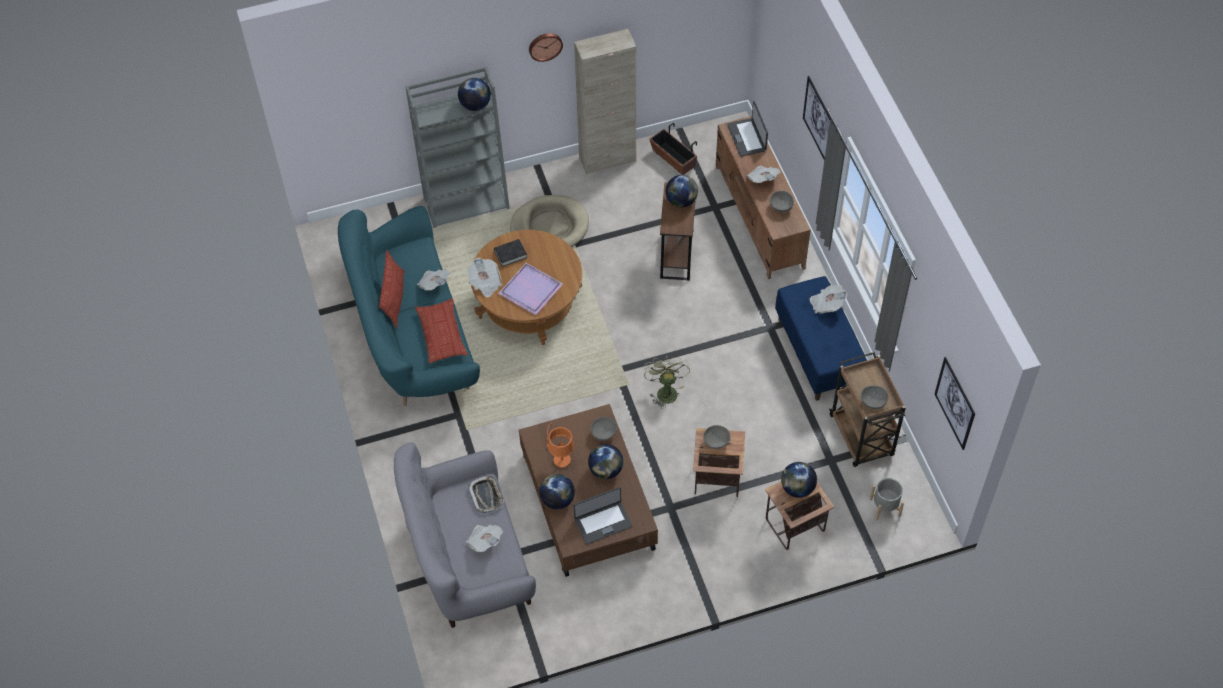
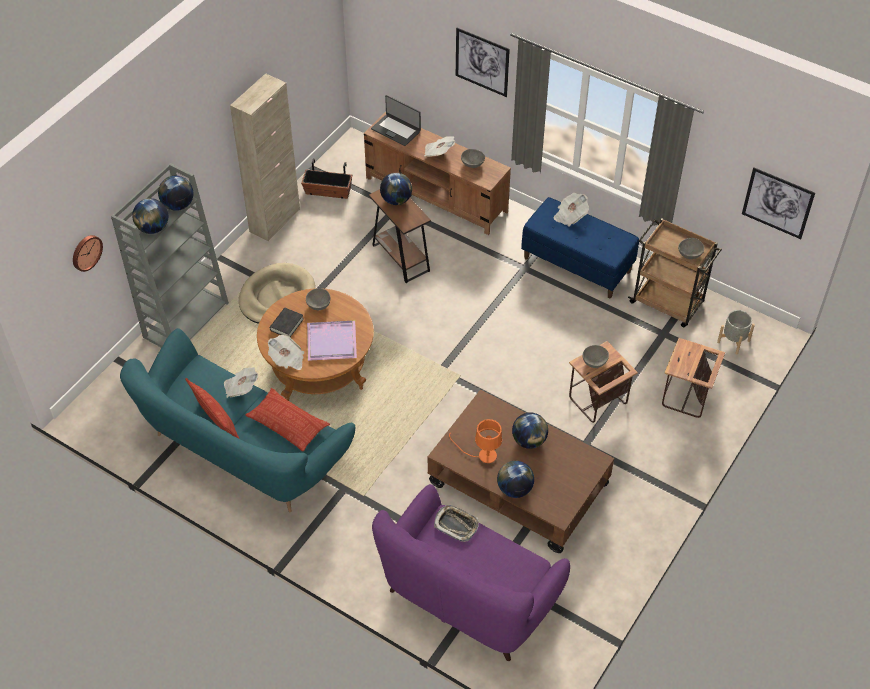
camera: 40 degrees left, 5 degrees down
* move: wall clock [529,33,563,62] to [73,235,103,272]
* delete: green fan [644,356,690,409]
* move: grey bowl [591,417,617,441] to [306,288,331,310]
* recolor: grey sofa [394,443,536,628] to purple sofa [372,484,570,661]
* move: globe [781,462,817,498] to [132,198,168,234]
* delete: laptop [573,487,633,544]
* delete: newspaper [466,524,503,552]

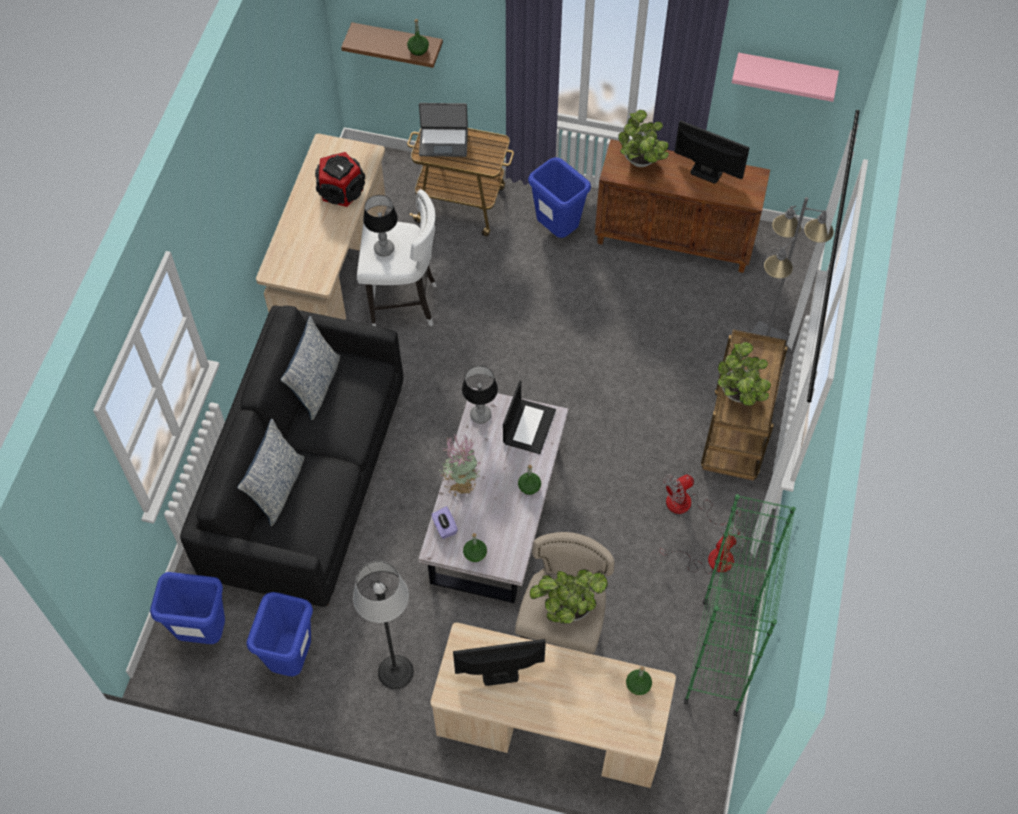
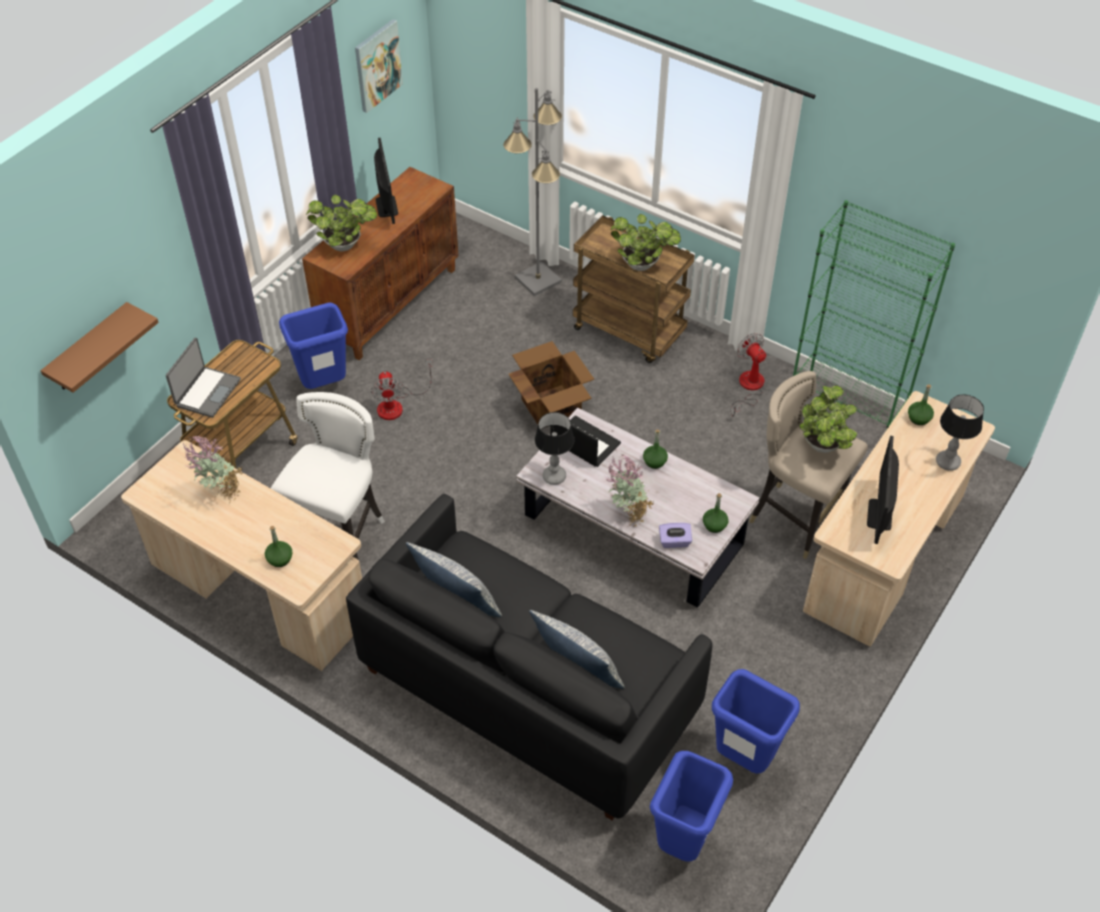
camera: 70 degrees left, 10 degrees down
* move: green bottle [407,19,429,56] to [265,526,293,567]
* replace: pink shelf [732,53,839,102] to picture [355,19,403,113]
* rotate: monitor [675,120,749,183] = [374,138,398,224] 120 degrees clockwise
* replace: speaker [315,152,365,207] to potted plant [183,436,244,502]
* move: table lamp [363,195,398,257] to [936,394,984,471]
* move: fan [663,474,741,525] to [371,359,433,420]
* delete: floor lamp [353,561,414,689]
* insert: cardboard box [508,341,594,427]

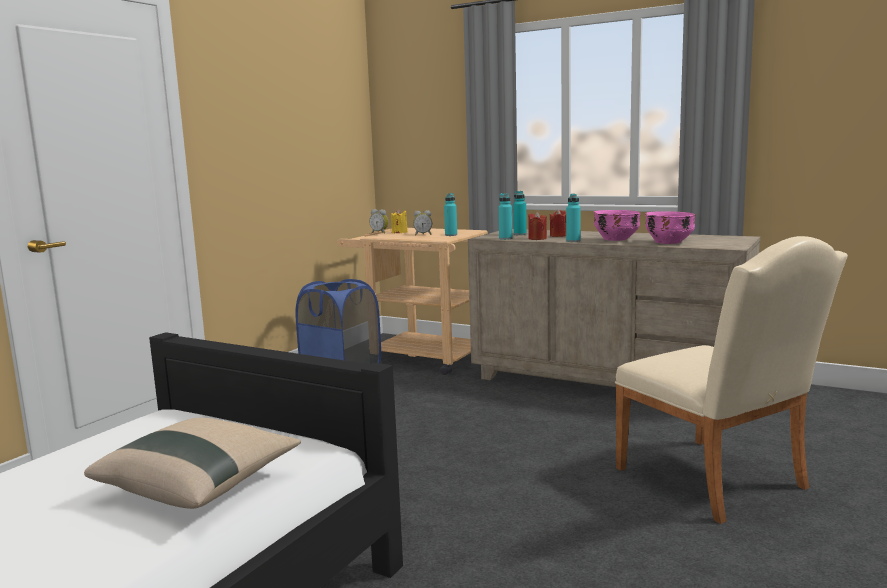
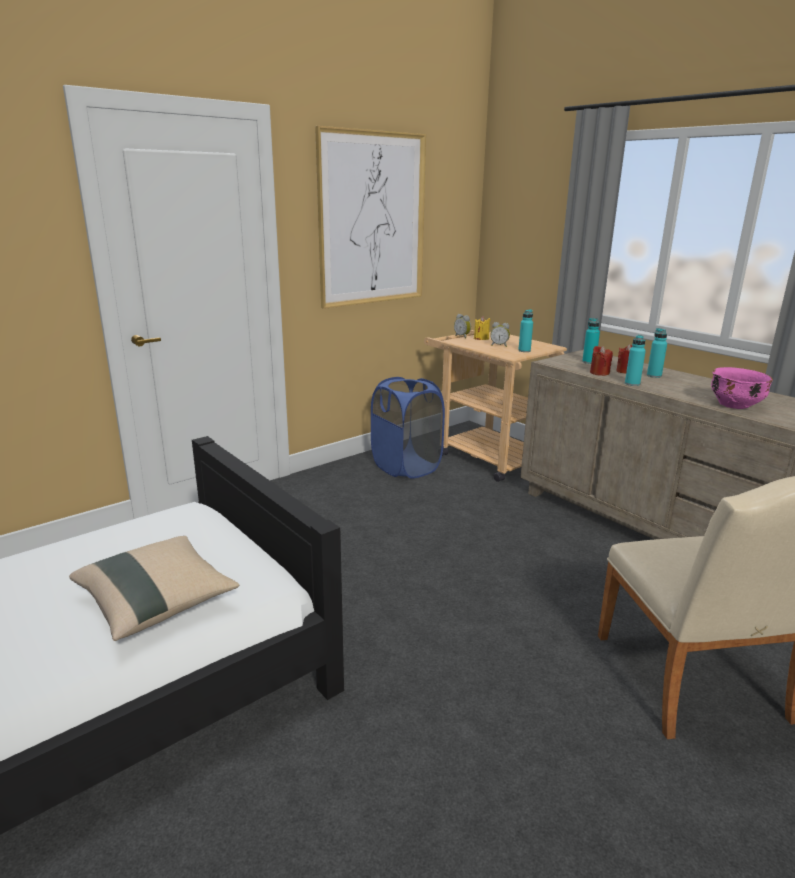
camera: 20 degrees right, 10 degrees up
* move: turquoise bottle [499,193,513,240] to [647,328,667,378]
* delete: pink bowl [593,210,641,241]
* insert: picture [315,126,426,309]

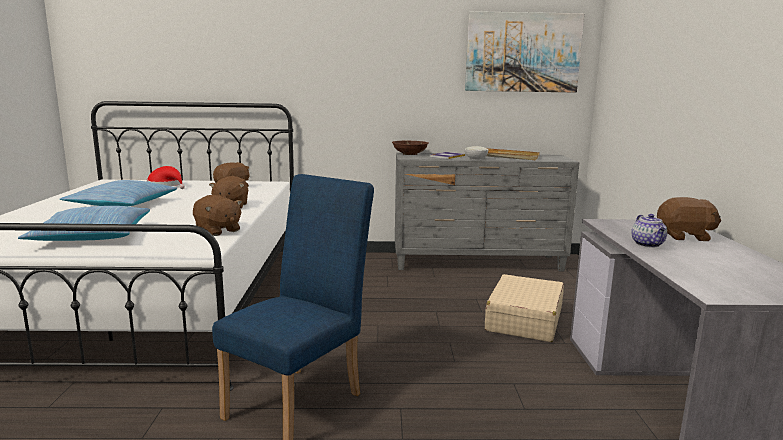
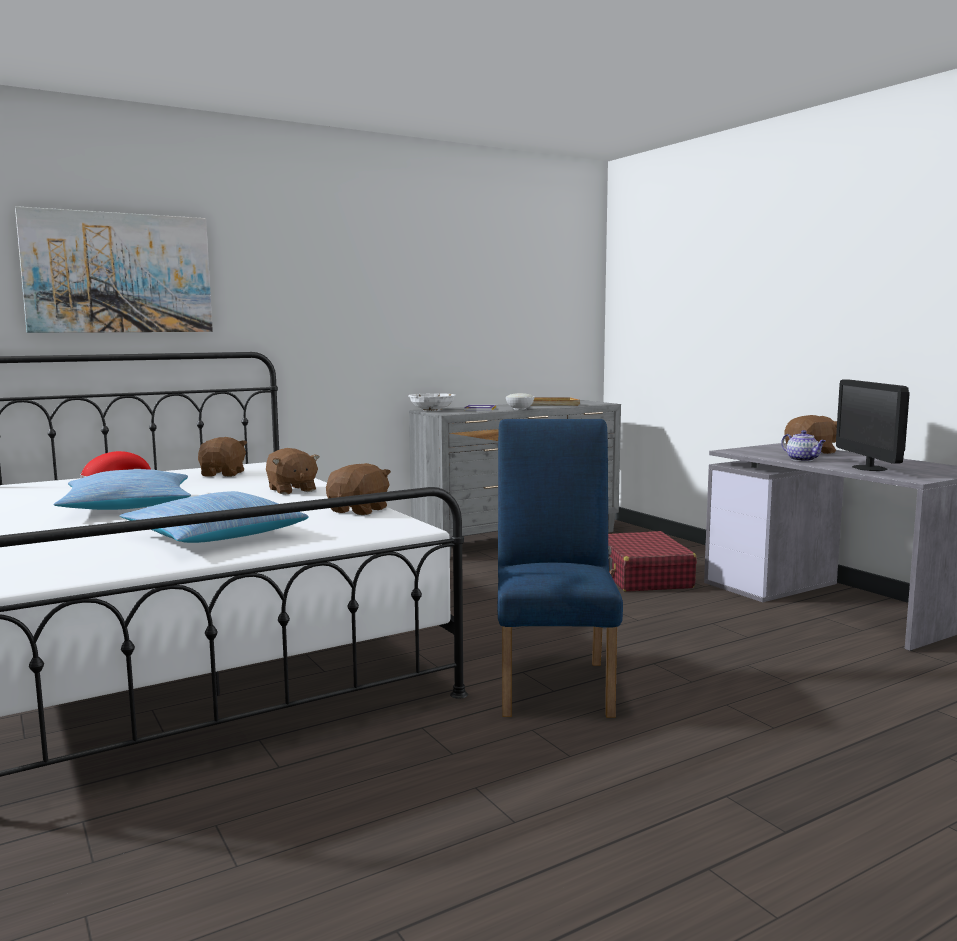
camera: 30 degrees left, 5 degrees down
* move: picture [465,11,584,92] to [15,206,213,333]
* recolor: brown bowl [392,140,429,155] to white bowl [408,393,456,411]
* rotate: brown plush toy [193,195,242,236] = [326,463,391,515] 75 degrees counterclockwise
* recolor: beige suitcase [485,274,564,342] to red suitcase [608,531,697,592]
* insert: monitor [836,380,910,471]

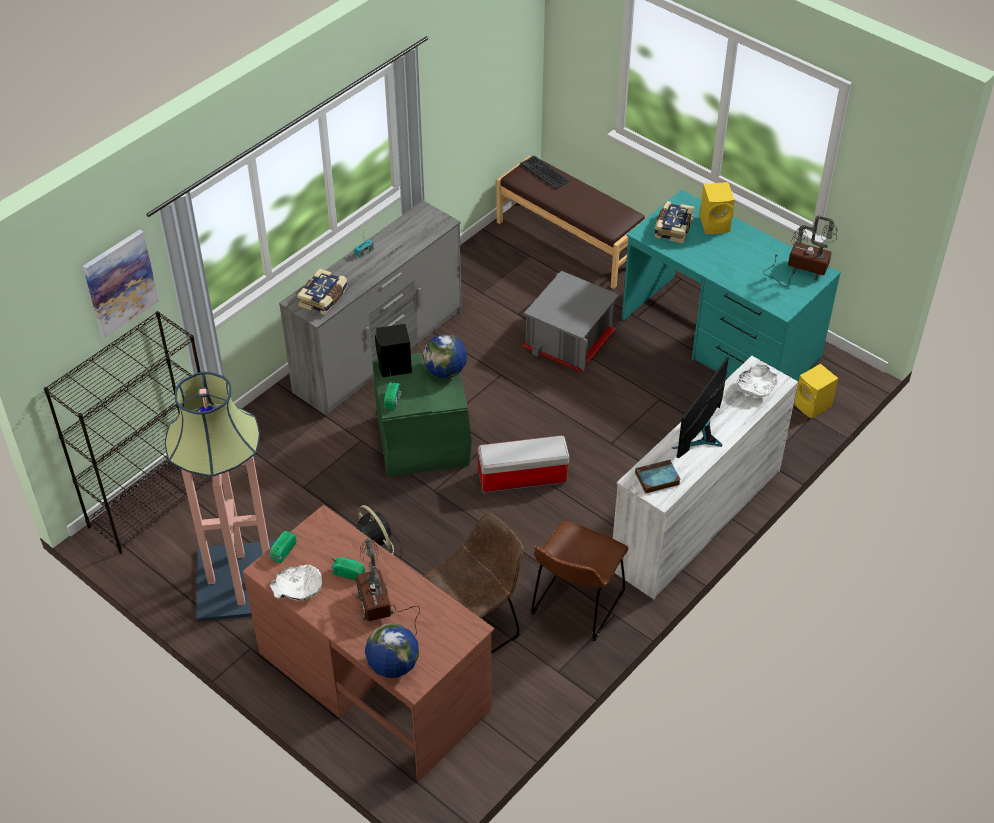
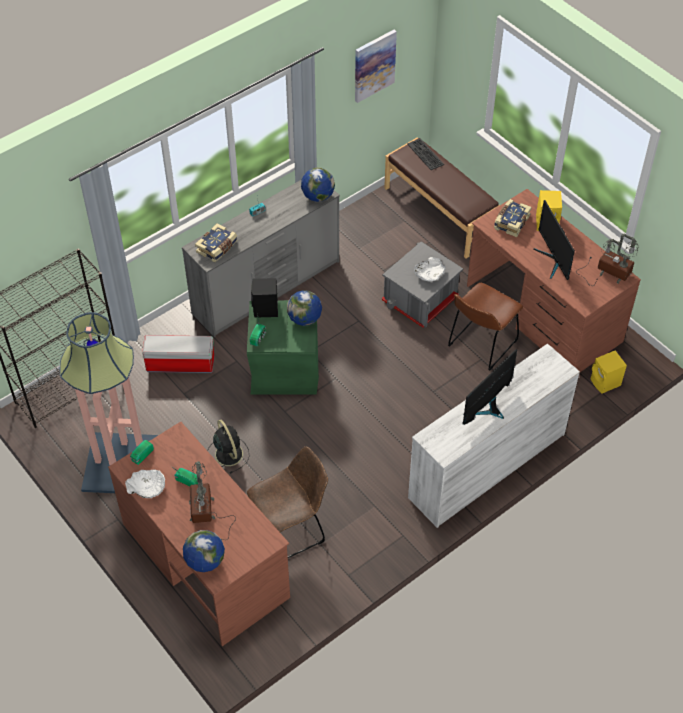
camera: 10 degrees right, 5 degrees up
* recolor: turquoise desk [622,190,841,381] to brown desk [467,189,641,372]
* move: picture [83,229,159,338] to [355,30,397,103]
* move: white bowl [737,364,778,397] to [414,257,445,281]
* move: storage box [478,435,569,493] to [142,335,214,373]
* delete: book [635,460,681,494]
* move: brown chair [531,521,629,641] to [448,283,523,370]
* insert: globe [301,168,335,202]
* insert: monitor [534,200,575,280]

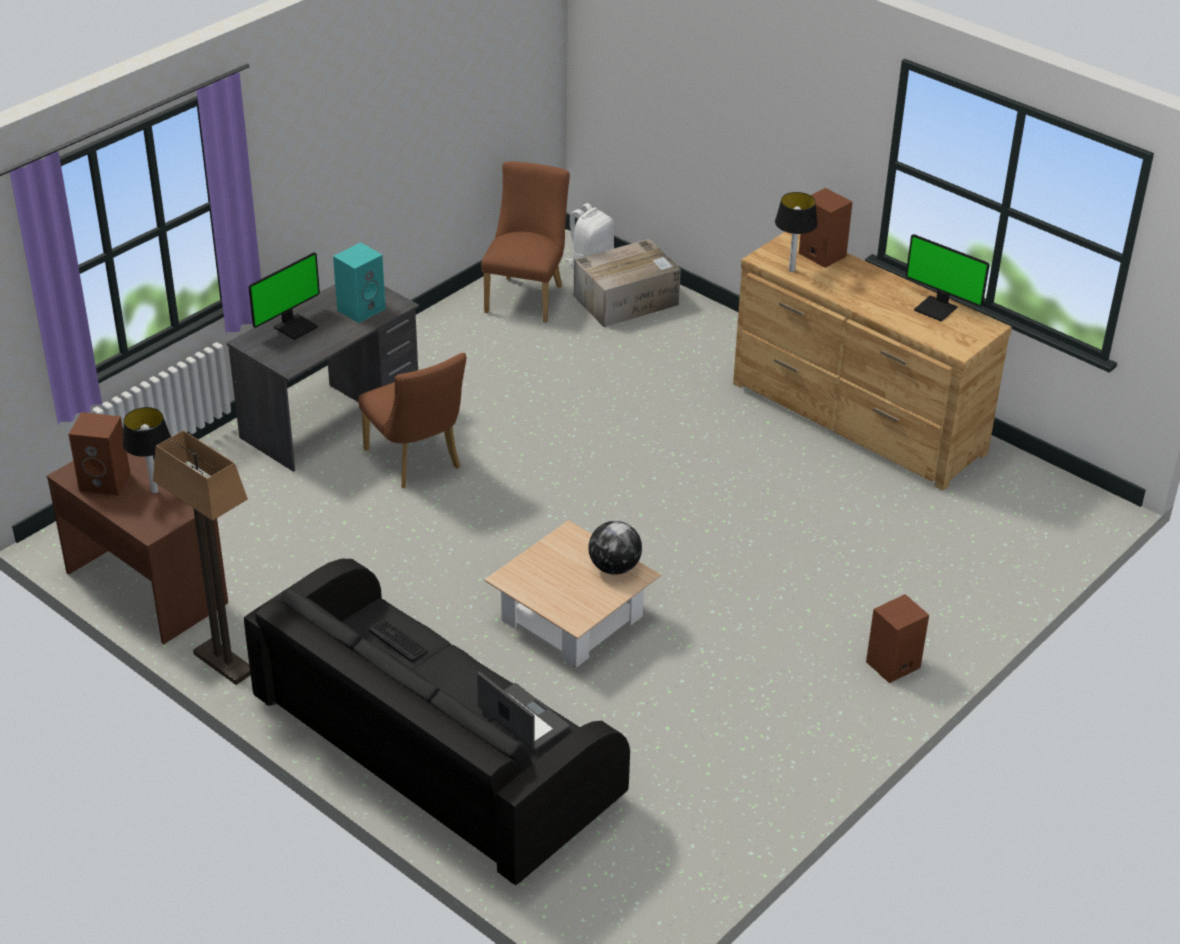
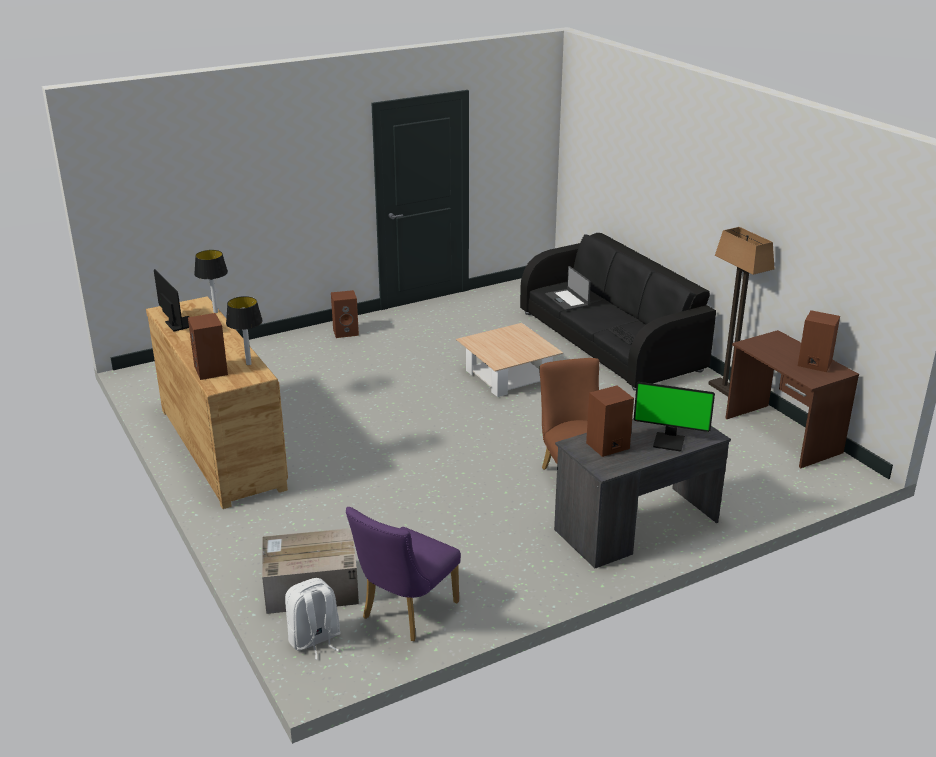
camera: 160 degrees left, 10 degrees down
* recolor: brown chair [481,161,570,323] to purple chair [345,507,461,641]
* recolor: turquoise speaker [333,243,386,323] to brown speaker [586,385,634,457]
* rotate: monitor [249,252,320,340] = [634,382,715,452] 135 degrees counterclockwise
* move: table lamp [122,407,171,493] to [194,250,228,313]
* delete: globe [588,521,642,575]

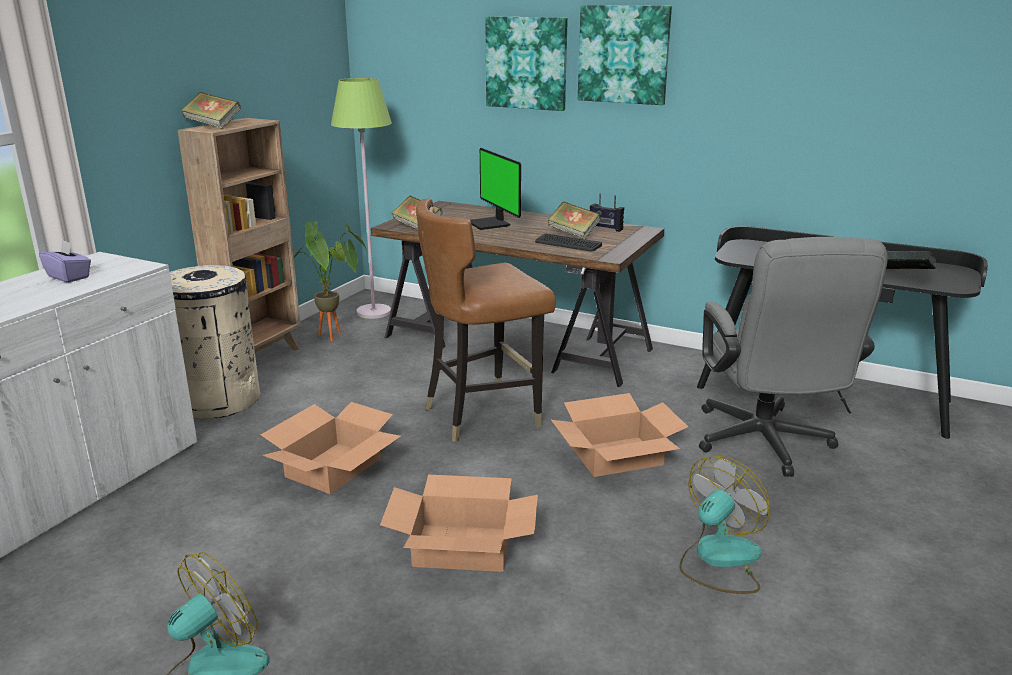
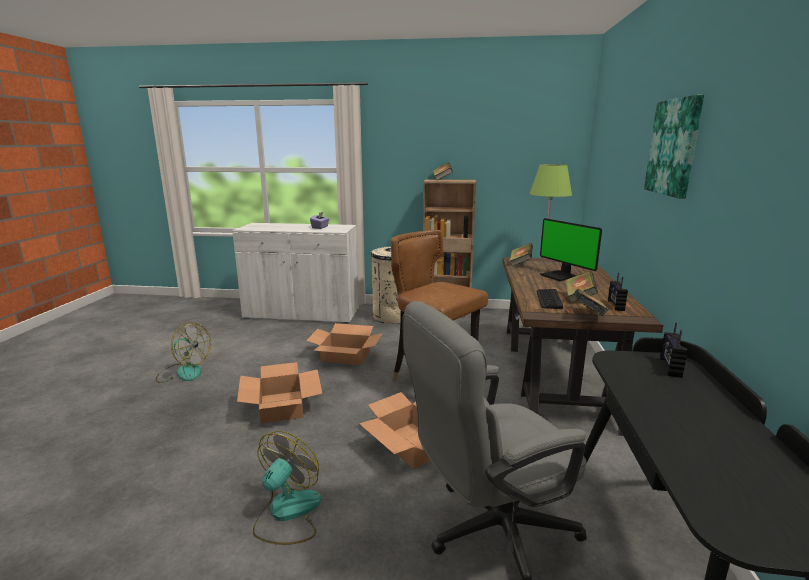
camera: 70 degrees right, 5 degrees down
* delete: picture [485,16,568,111]
* rotate: monitor [470,148,521,230] = [540,218,602,281] 75 degrees counterclockwise
* delete: potted plant [294,221,367,341]
* move: book [886,251,936,269] to [574,289,609,317]
* rotate: fan [679,456,770,594] = [253,431,322,545] 90 degrees counterclockwise
* insert: radio [660,322,688,378]

